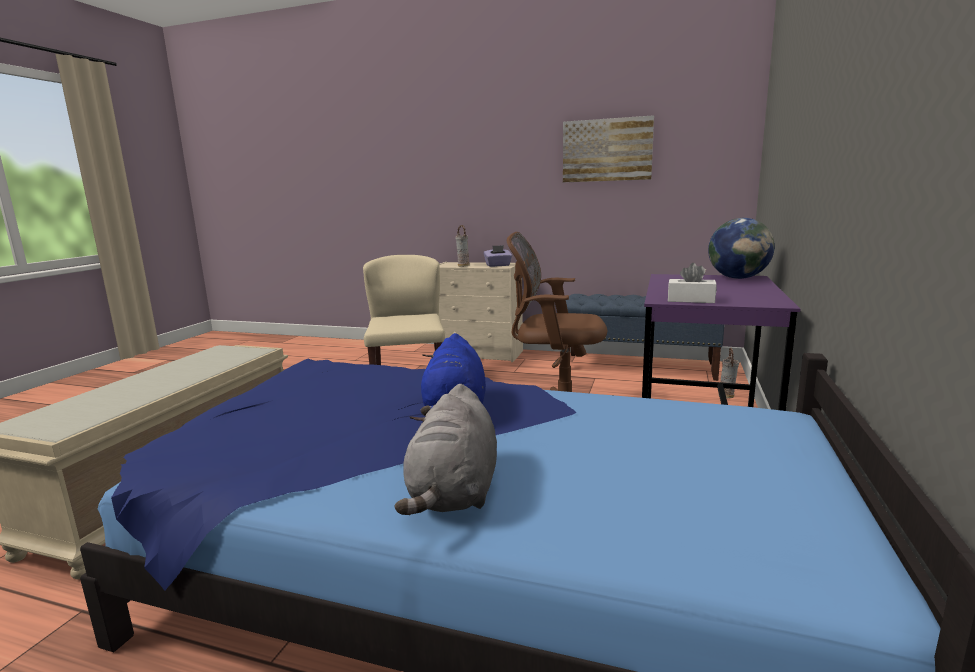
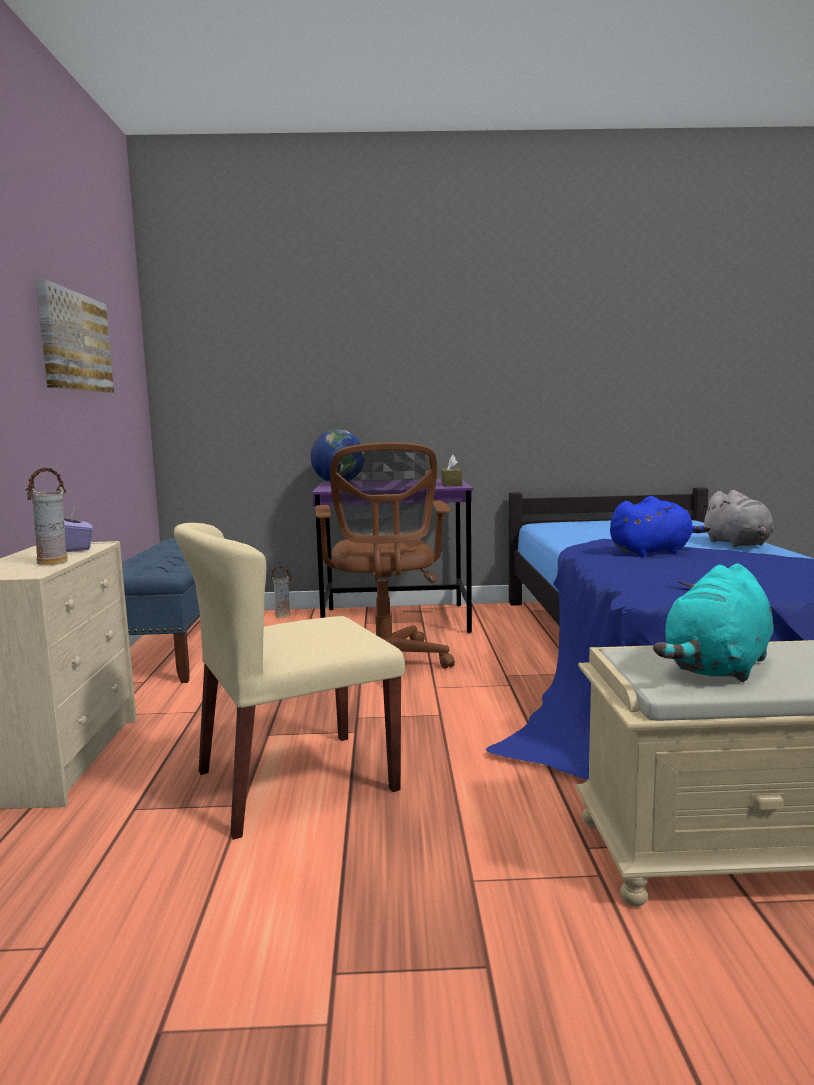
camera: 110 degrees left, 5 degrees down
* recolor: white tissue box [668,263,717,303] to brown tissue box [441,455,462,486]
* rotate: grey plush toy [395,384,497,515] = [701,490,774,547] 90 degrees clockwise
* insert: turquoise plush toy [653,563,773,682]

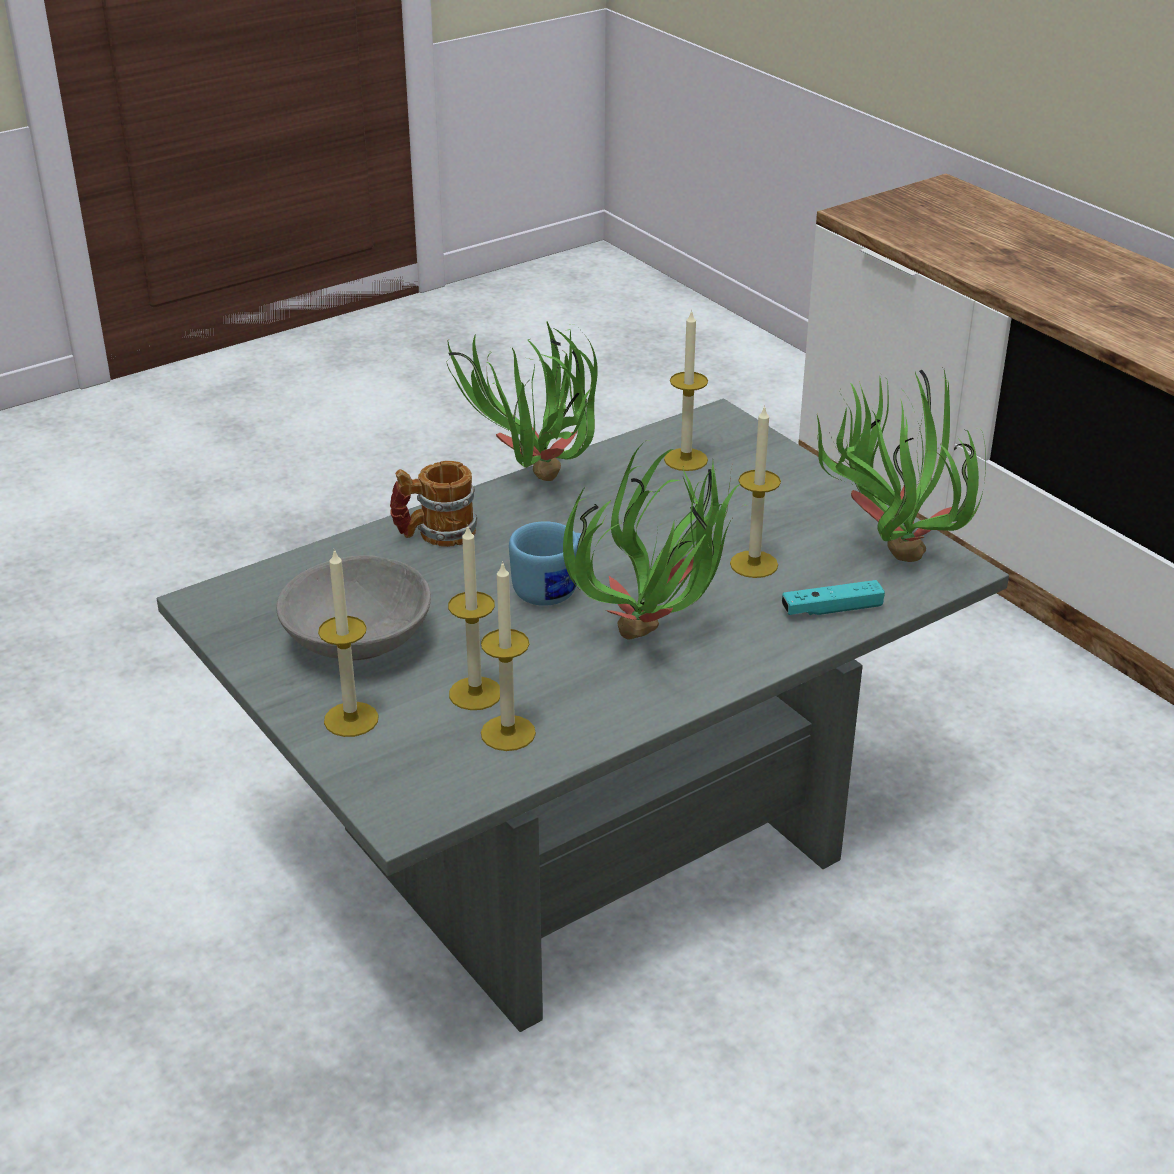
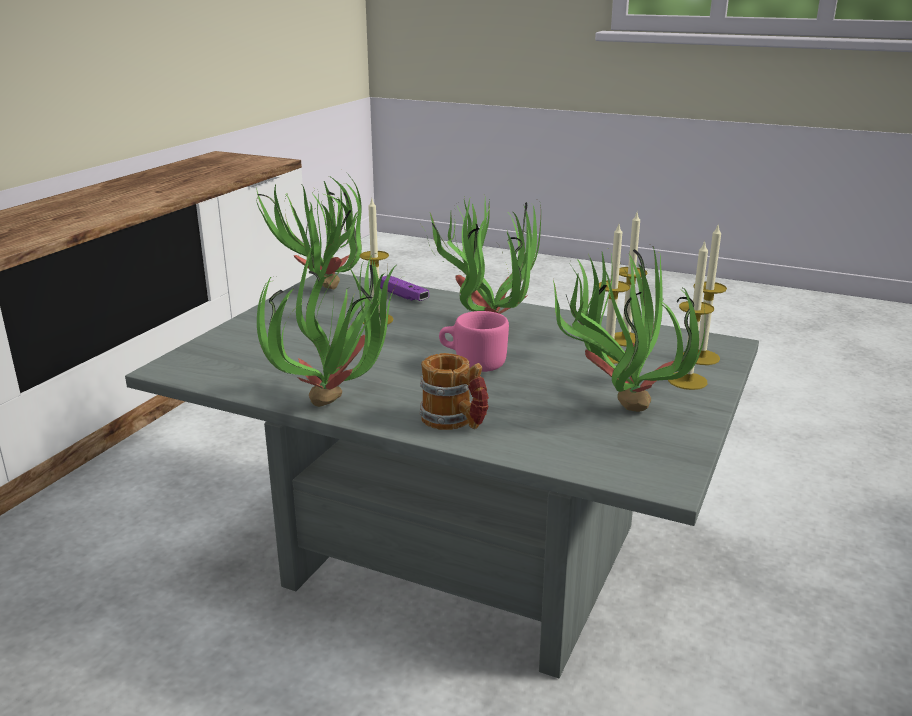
camera: 120 degrees left, 10 degrees down
* move: candle [664,310,708,471] to [683,225,727,365]
* recolor: blue mug [509,522,584,606] to pink mug [439,311,509,372]
* replace: grey bowl [276,555,431,660] to potted plant [553,245,705,412]
* recolor: turquoise game controller [782,580,885,615] to purple game controller [380,276,429,301]

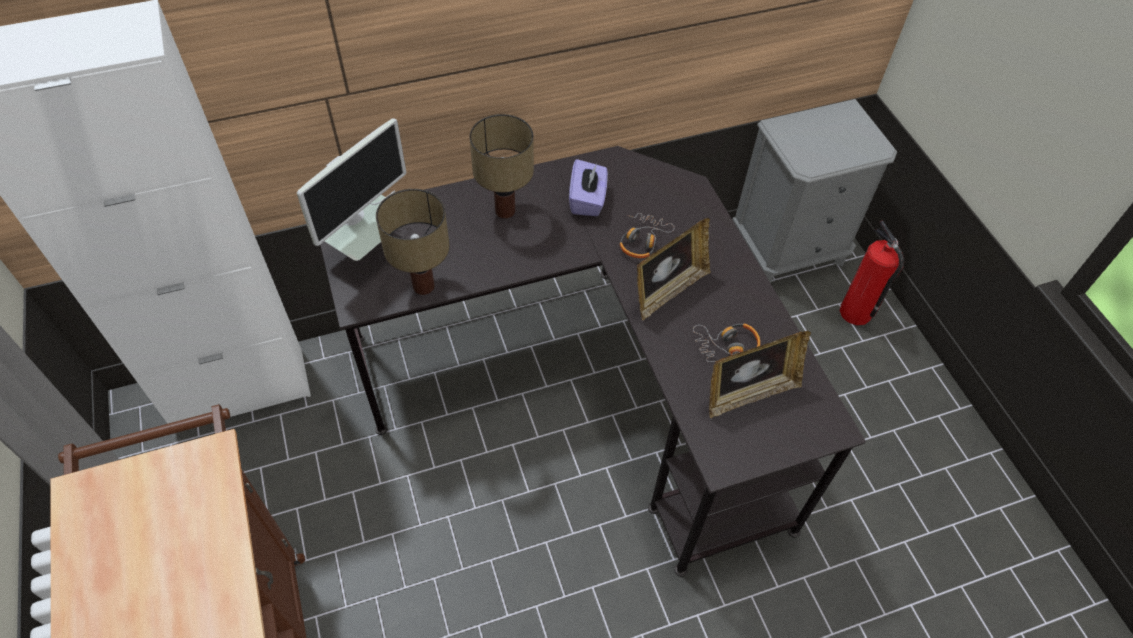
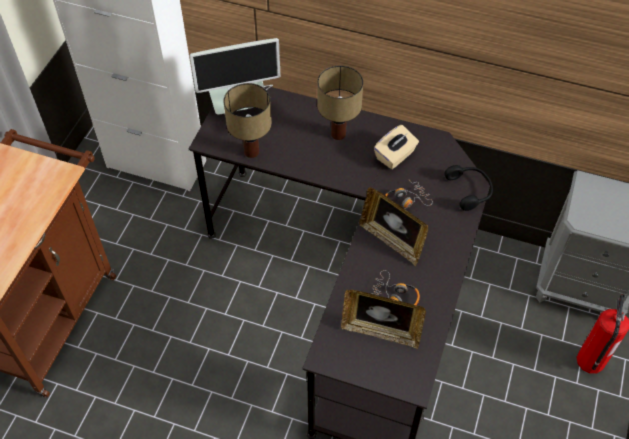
camera: 40 degrees right, 0 degrees up
* recolor: purple tissue box [569,159,608,216] to beige tissue box [374,125,419,169]
* rotate: picture frame [637,218,711,321] = [359,187,428,266] 45 degrees clockwise
* insert: black headphones [445,165,493,211]

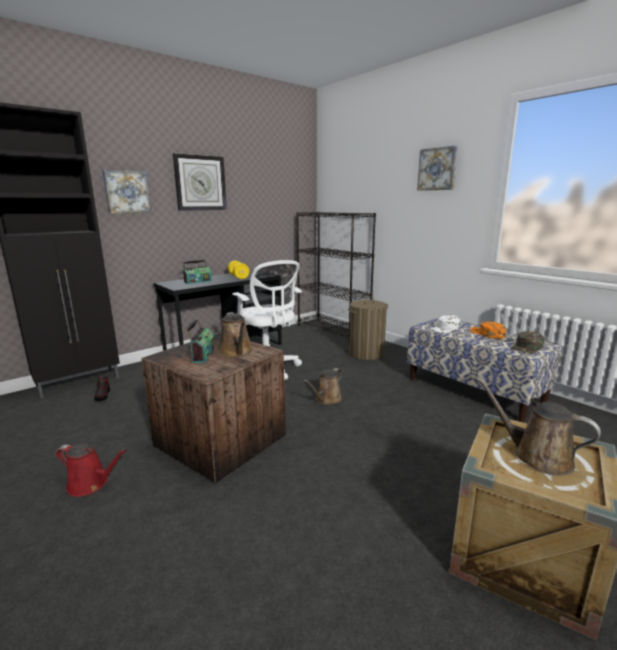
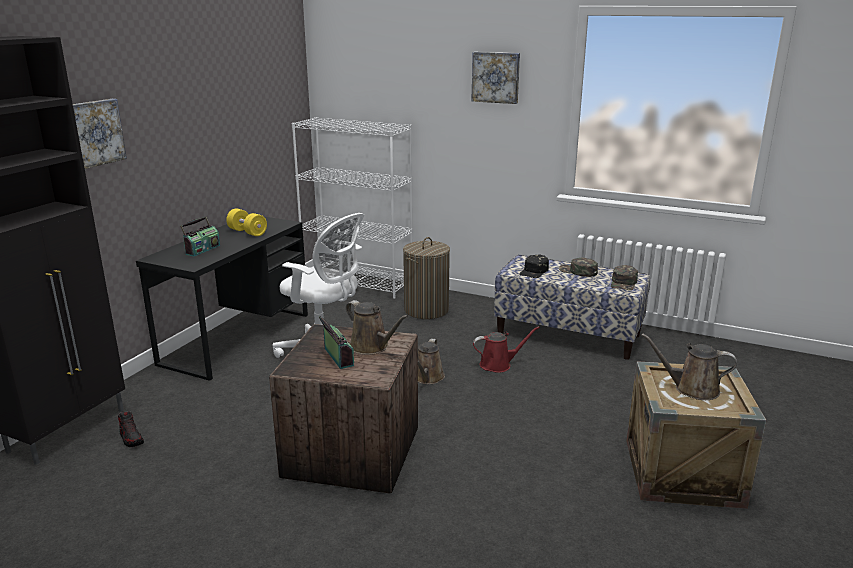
camera: 25 degrees left, 5 degrees up
* delete: wall clock [173,153,227,211]
* recolor: black bookcase [296,212,376,339] to white bookcase [292,117,413,299]
* recolor: white cap [430,315,460,333] to black cap [519,254,549,278]
* recolor: orange cap [470,322,506,339] to green cap [559,258,598,277]
* move: red watering can [56,443,127,497] to [473,326,540,373]

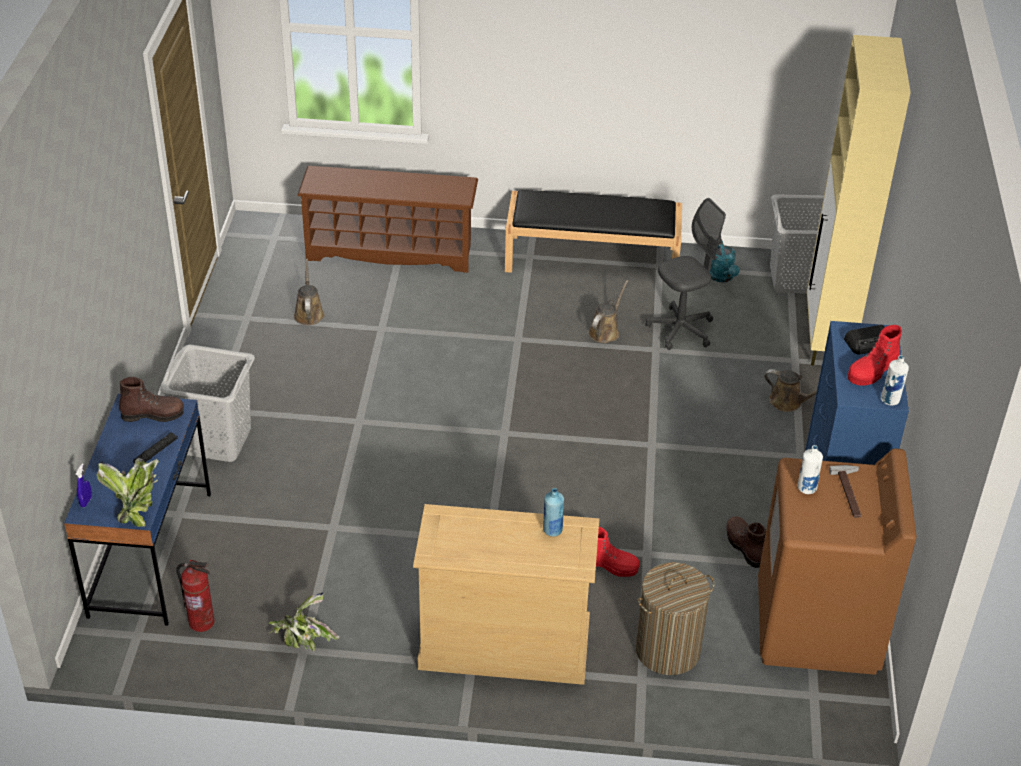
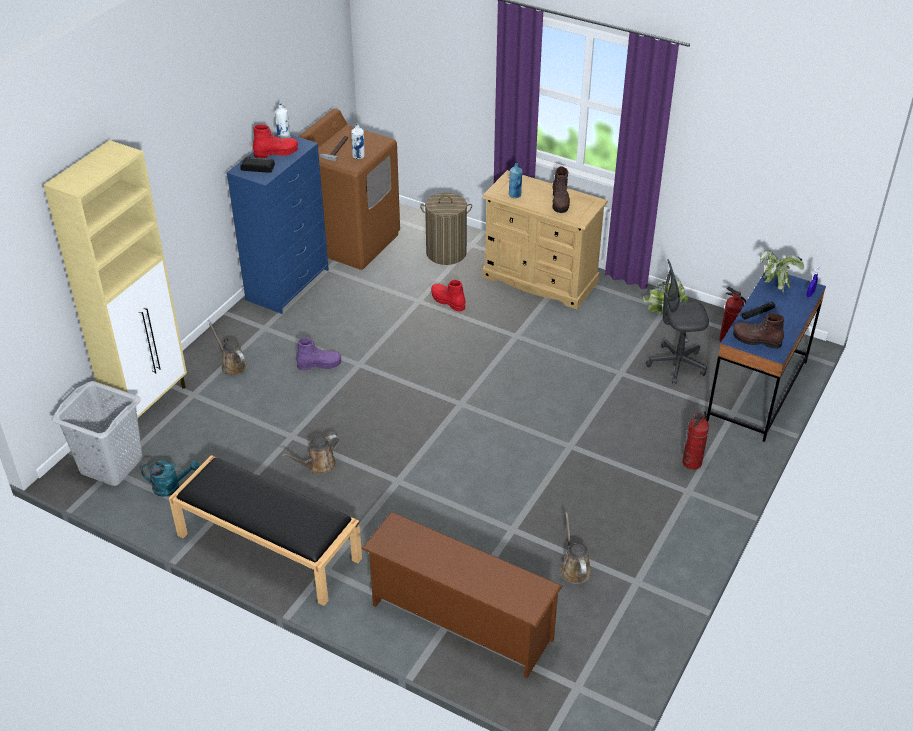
camera: 155 degrees left, 0 degrees up
* move: grey office chair [645,198,726,350] to [646,259,709,384]
* rotate: turquoise watering can [709,240,740,283] = [141,460,199,497] 75 degrees clockwise
* rotate: brown watering can [294,259,324,325] = [560,512,591,584] 150 degrees clockwise
* replace: grey laundry basket [160,344,255,462] to fire extinguisher [682,411,709,470]
* move: brown boot [727,516,766,568] to [551,166,570,213]
* insert: purple boot [296,338,341,370]

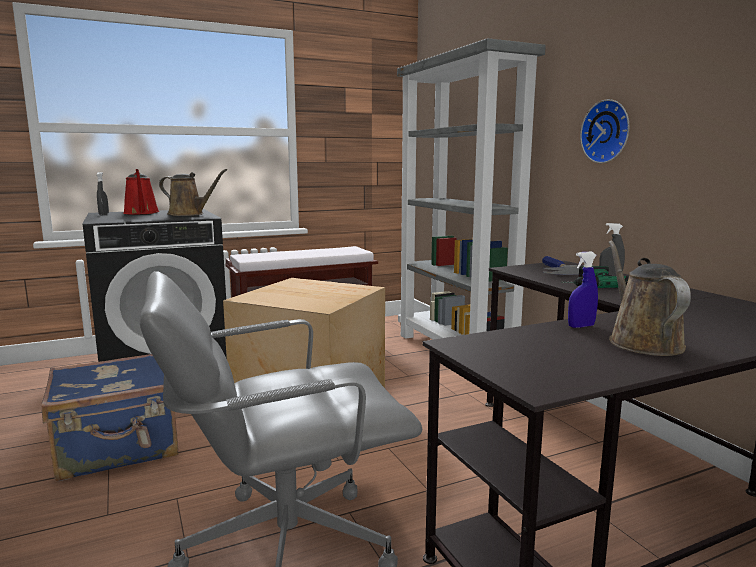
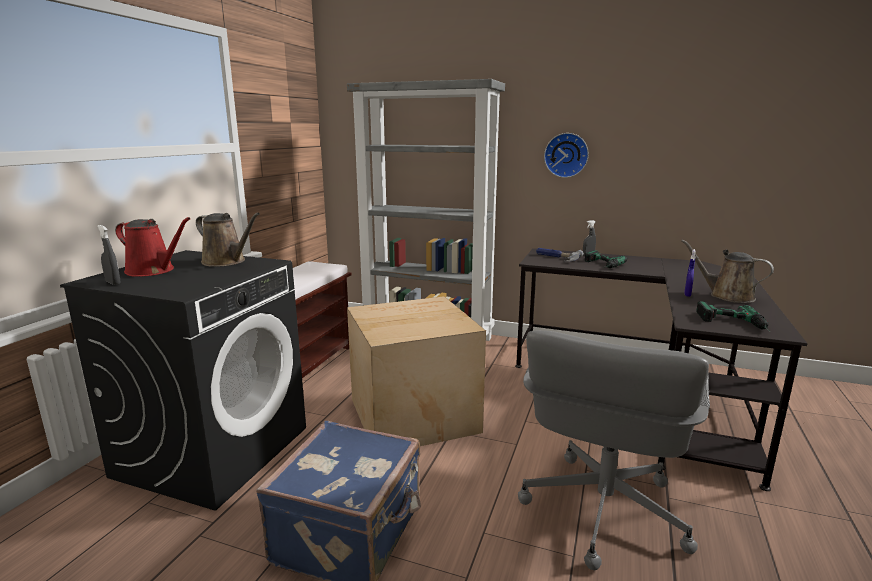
camera: 45 degrees left, 5 degrees up
* rotate: brown watering can [159,169,227,216] = [196,212,260,267] 60 degrees clockwise
* insert: power drill [696,301,771,332]

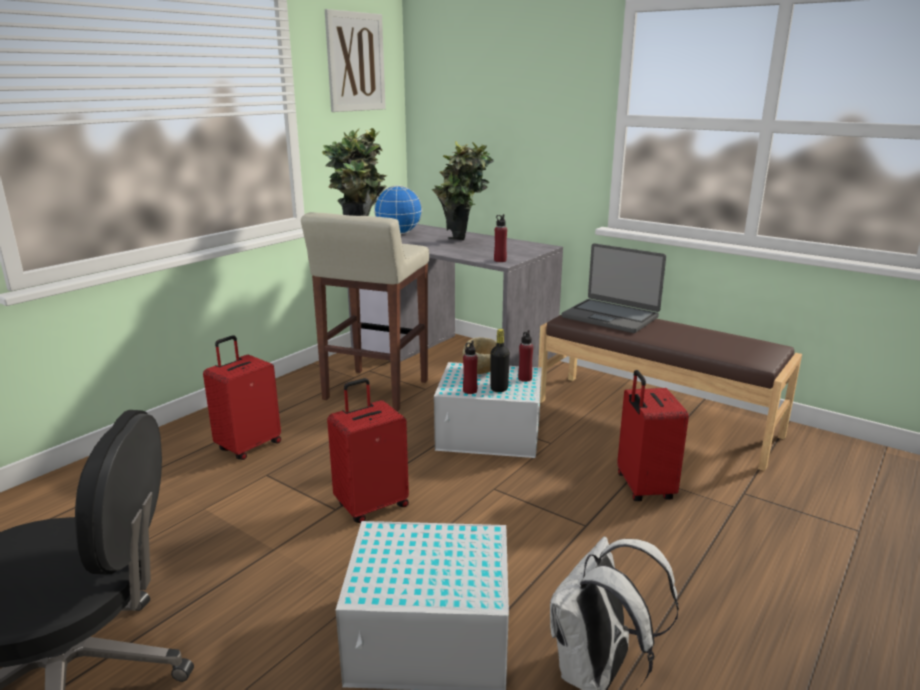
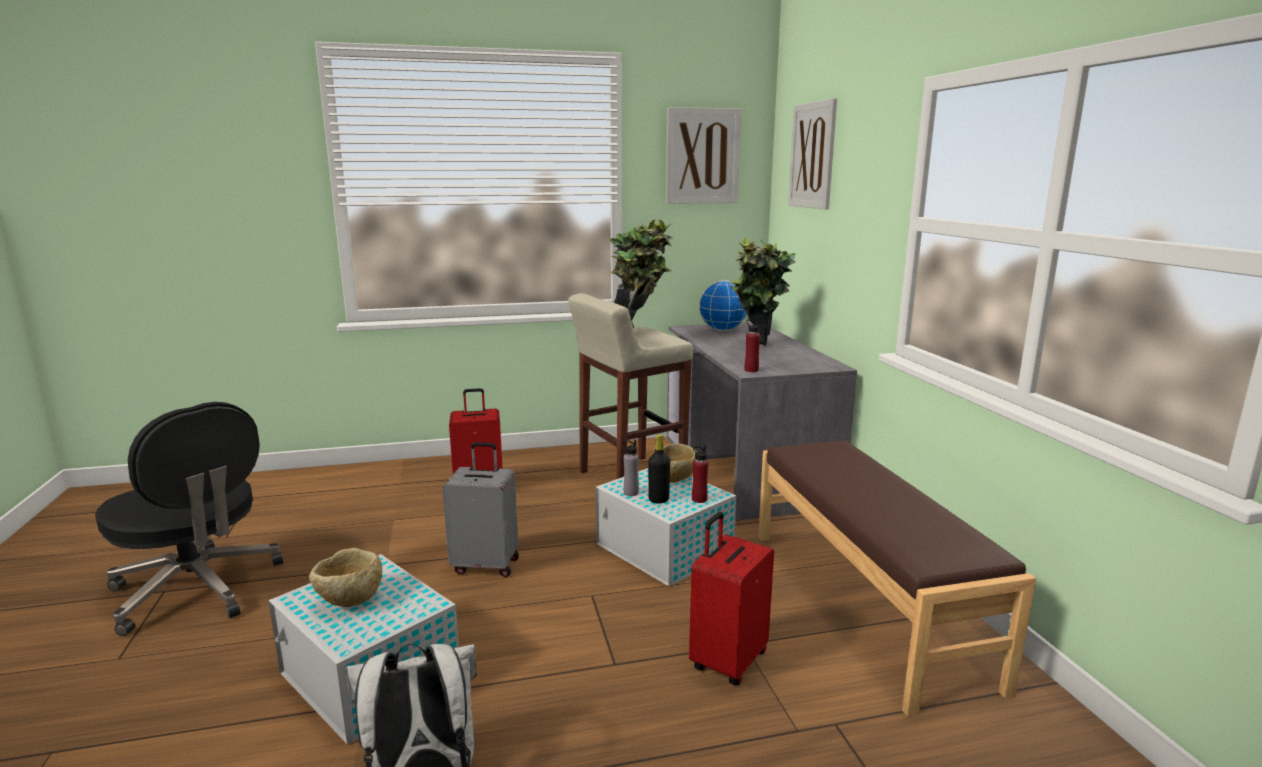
camera: 40 degrees right, 5 degrees down
* delete: laptop [561,243,666,333]
* recolor: red bottle [463,340,478,394] to grey bottle [623,440,639,496]
* recolor: red suitcase [327,378,409,523] to grey suitcase [442,442,519,577]
* insert: picture [788,98,837,210]
* insert: beige bowl [309,548,382,607]

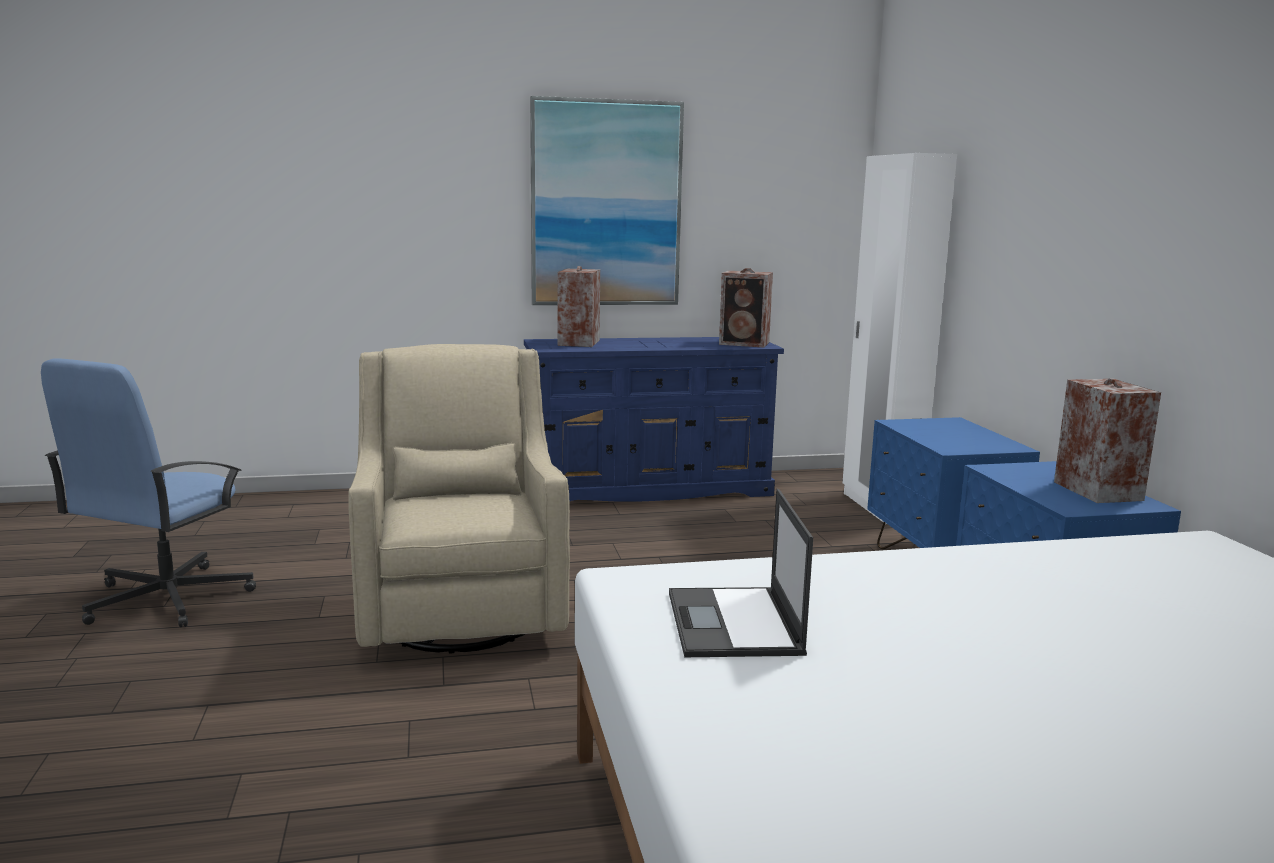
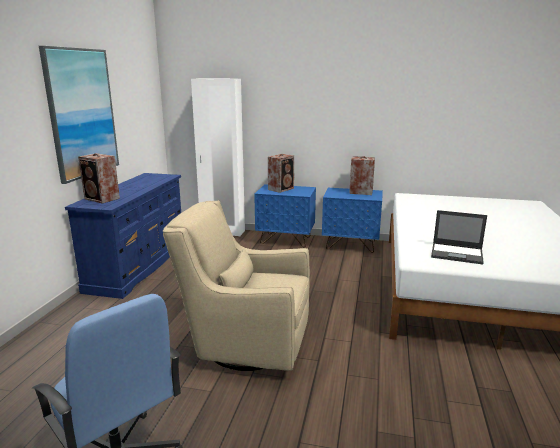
camera: 65 degrees left, 5 degrees up
* move: speaker [719,268,773,348] to [268,154,294,193]

